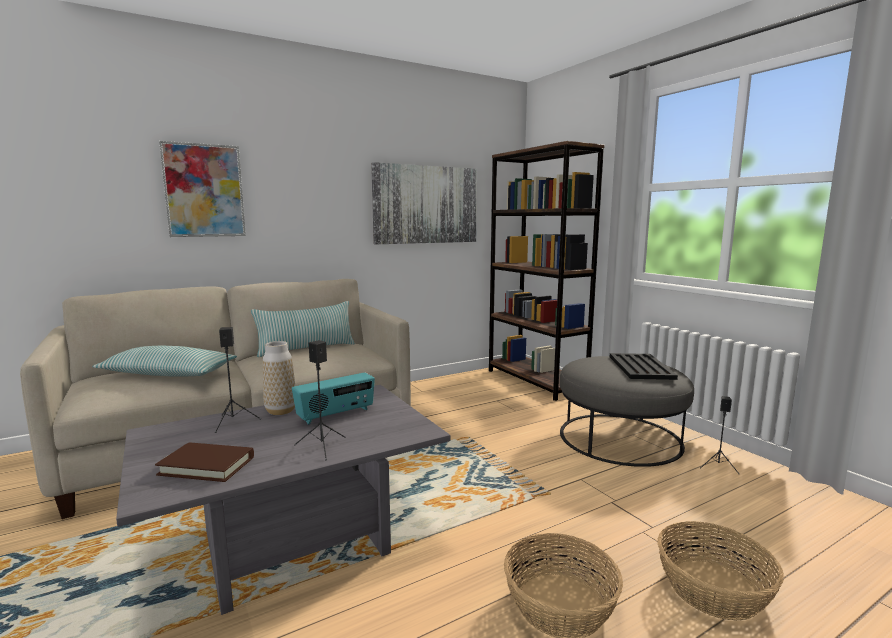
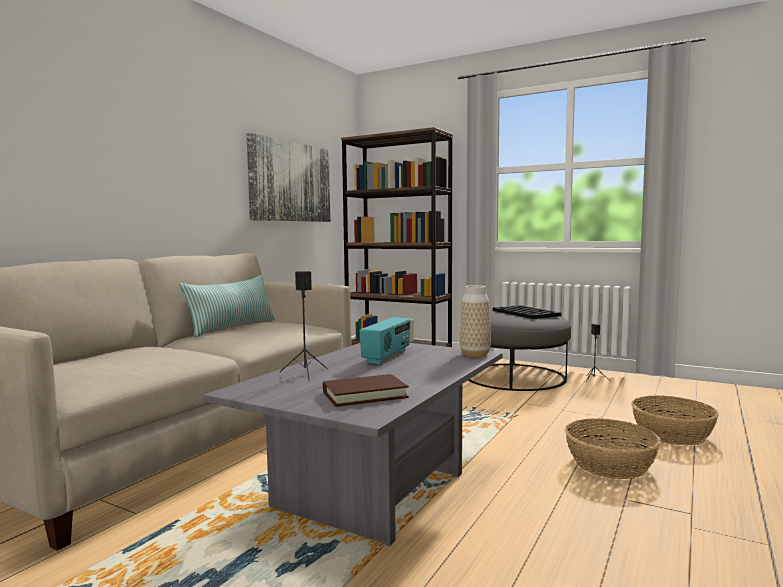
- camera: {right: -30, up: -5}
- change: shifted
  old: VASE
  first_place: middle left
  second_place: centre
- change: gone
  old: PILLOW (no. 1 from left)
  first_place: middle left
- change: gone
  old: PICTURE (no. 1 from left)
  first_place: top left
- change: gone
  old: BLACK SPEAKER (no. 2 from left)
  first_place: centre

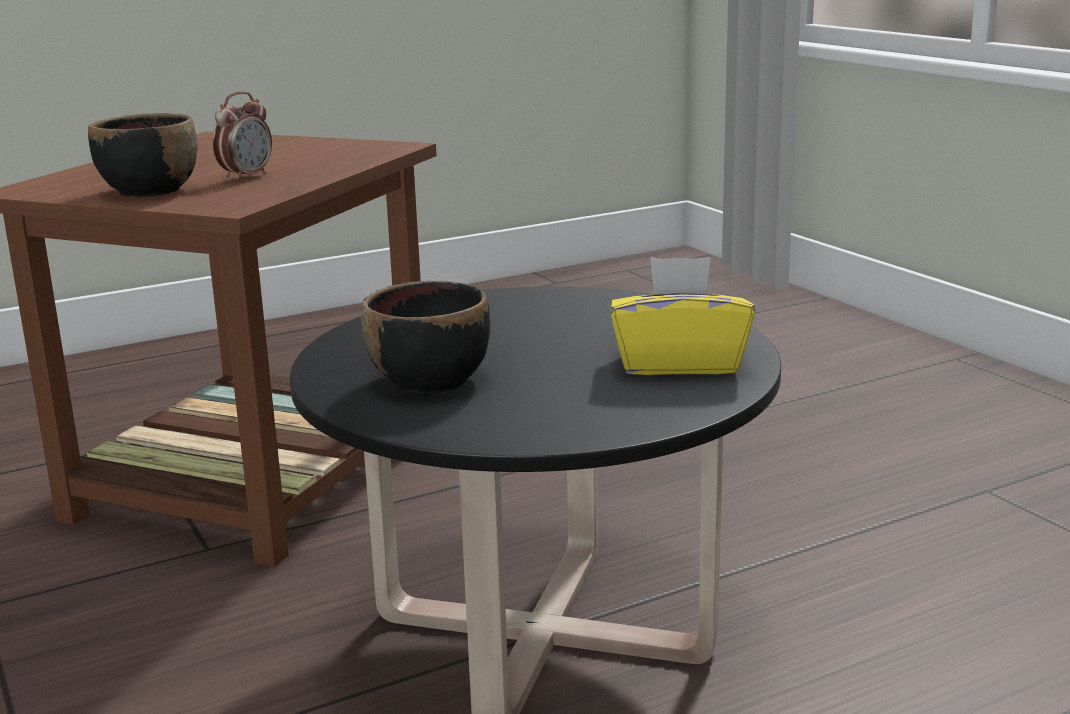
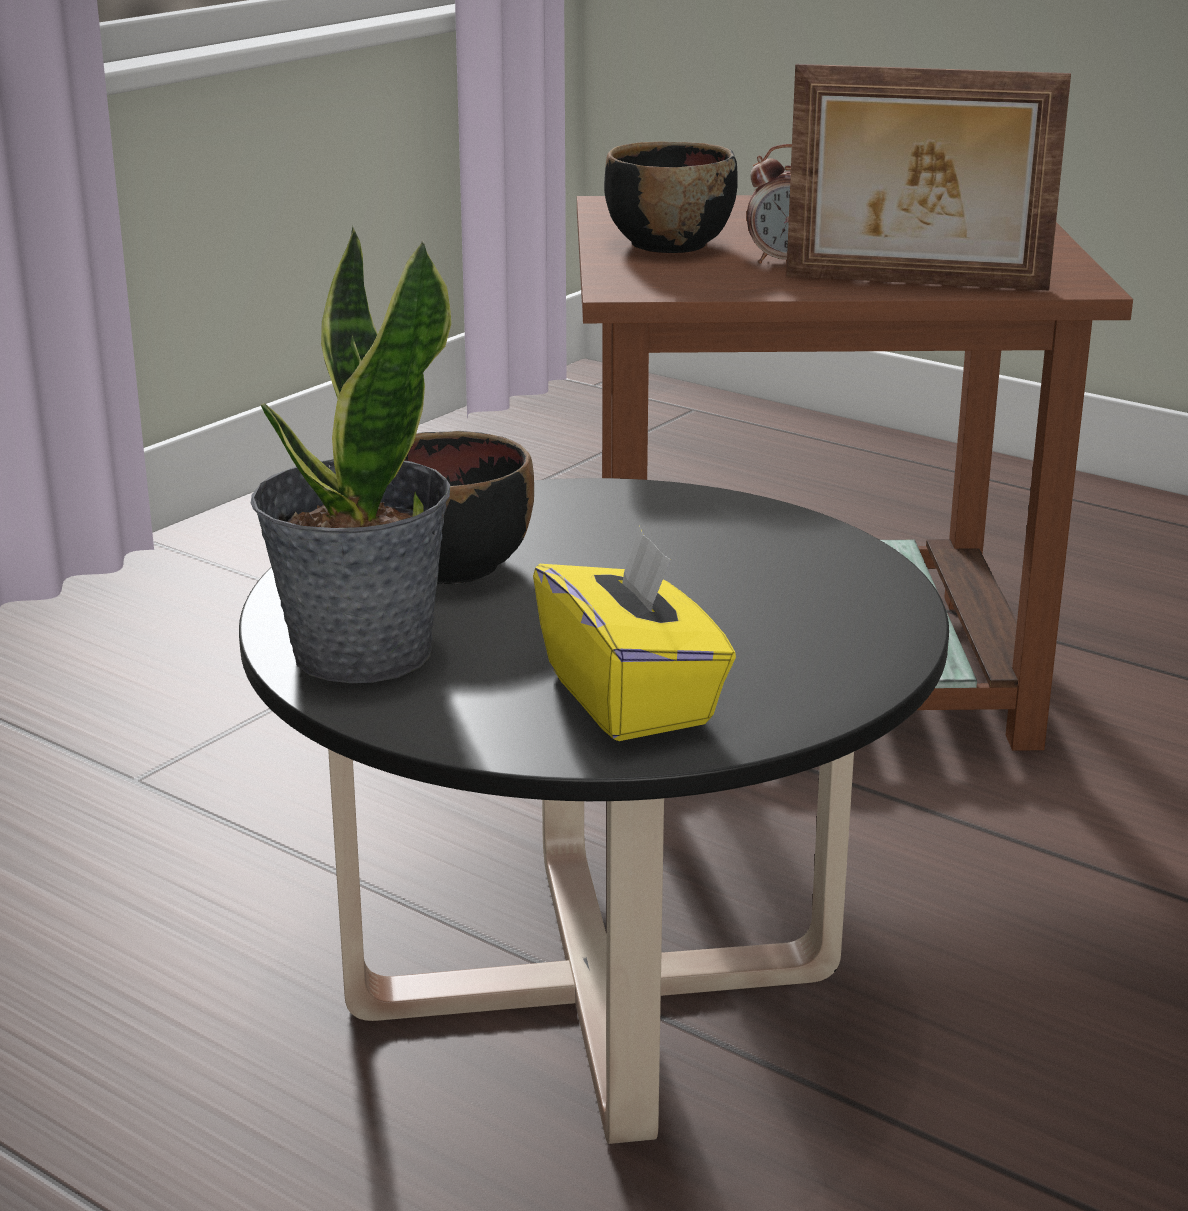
- camera: {right: 65, up: 5}
- change: new
  new: POTTED PLANT
  second_place: middle left
- change: new
  new: PICTURE FRAME
  second_place: top right

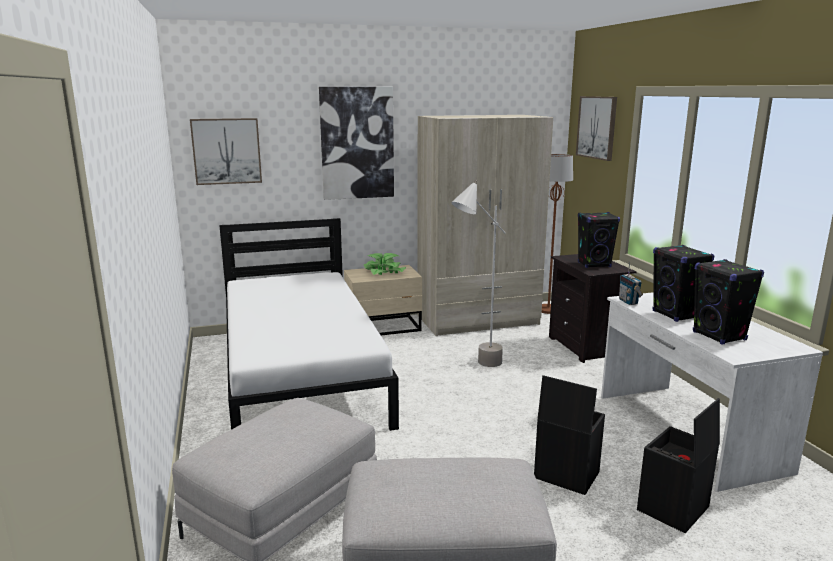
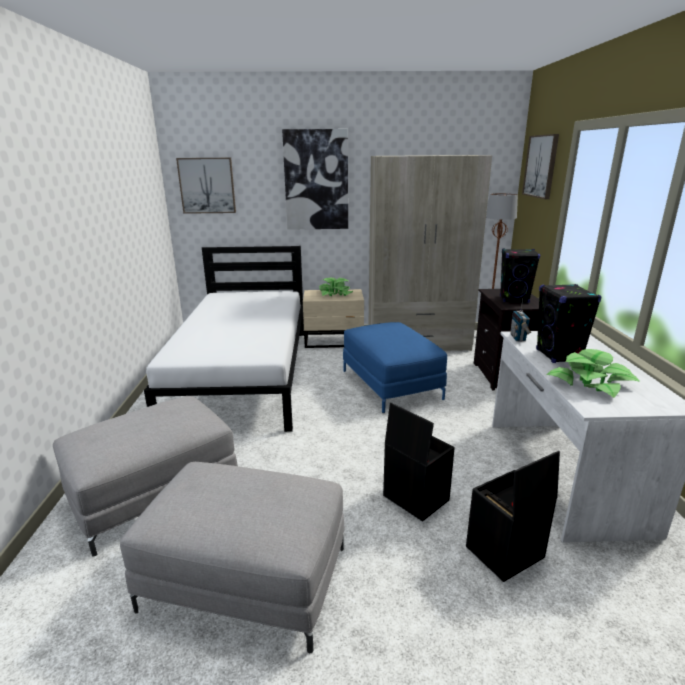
- camera: {right: 15, up: 5}
- change: swapped
  old: GREY FLOOR LAMP
  new: BLUE OTTOMAN
  first_place: centre
  second_place: centre
- change: swapped
  old: BLACK SPEAKER (no. 3 from left)
  new: POTTED PLANT (no. 2 from left)
  first_place: middle right
  second_place: middle right

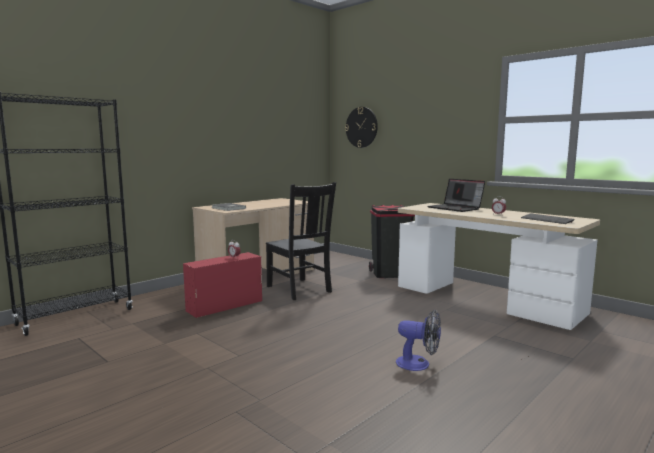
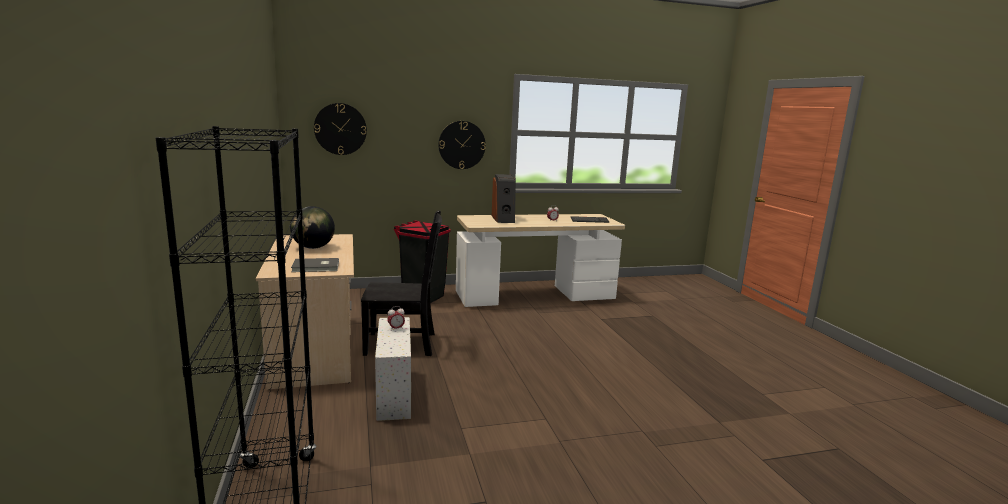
- camera: {right: -60, up: 5}
- change: new
  new: GLOBE
  second_place: middle left
- change: repainted
  old: RED STORAGE BOX
  new: WHITE STORAGE BOX
  first_place: centre
  second_place: bottom centre
- change: new
  new: WALL CLOCK (no. 2 from left)
  second_place: top centre
- change: swapped
  old: LAPTOP
  new: SPEAKER
  first_place: middle right
  second_place: centre
- change: gone
  old: FAN
  first_place: bottom centre

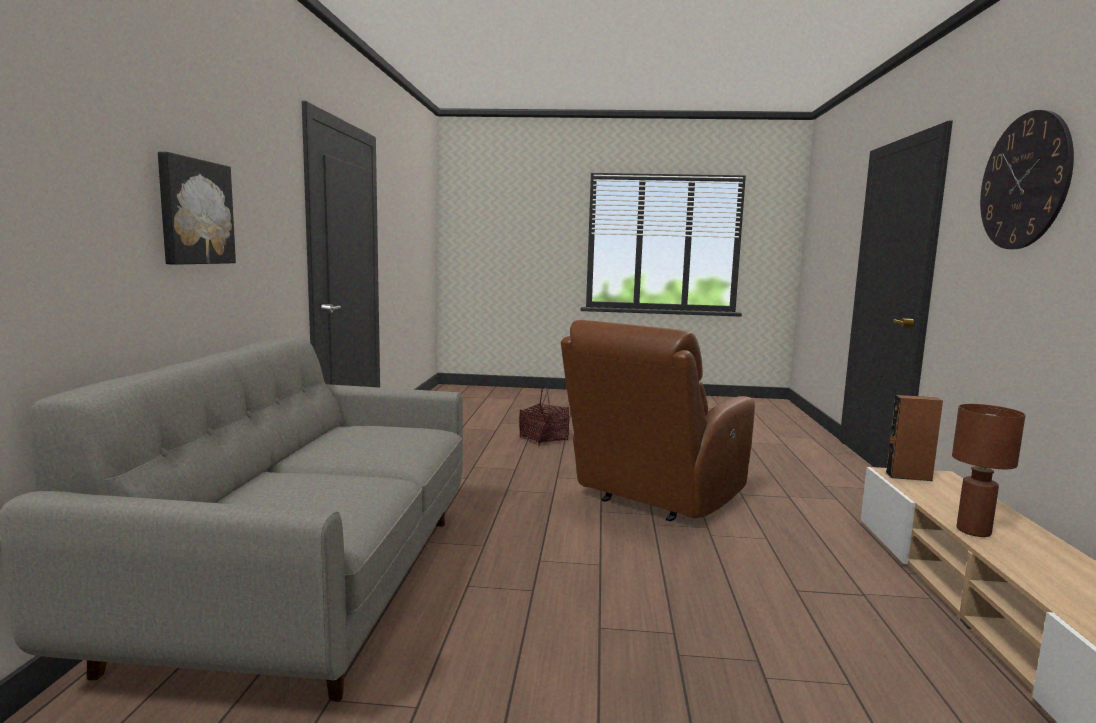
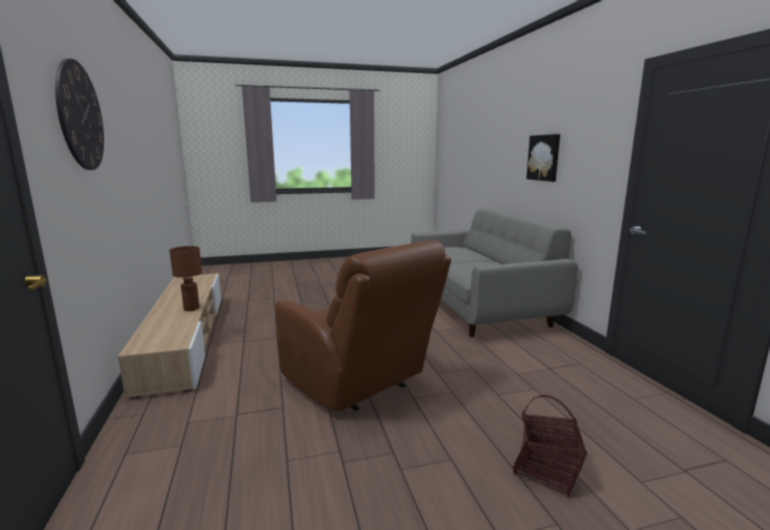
- camera: {right: 160, up: 5}
- change: rotated
  old: BROWN ARMCHAIR
  first_place: centre
  second_place: centre
  degrees: 120
- change: gone
  old: BROWN SPEAKER
  first_place: middle right

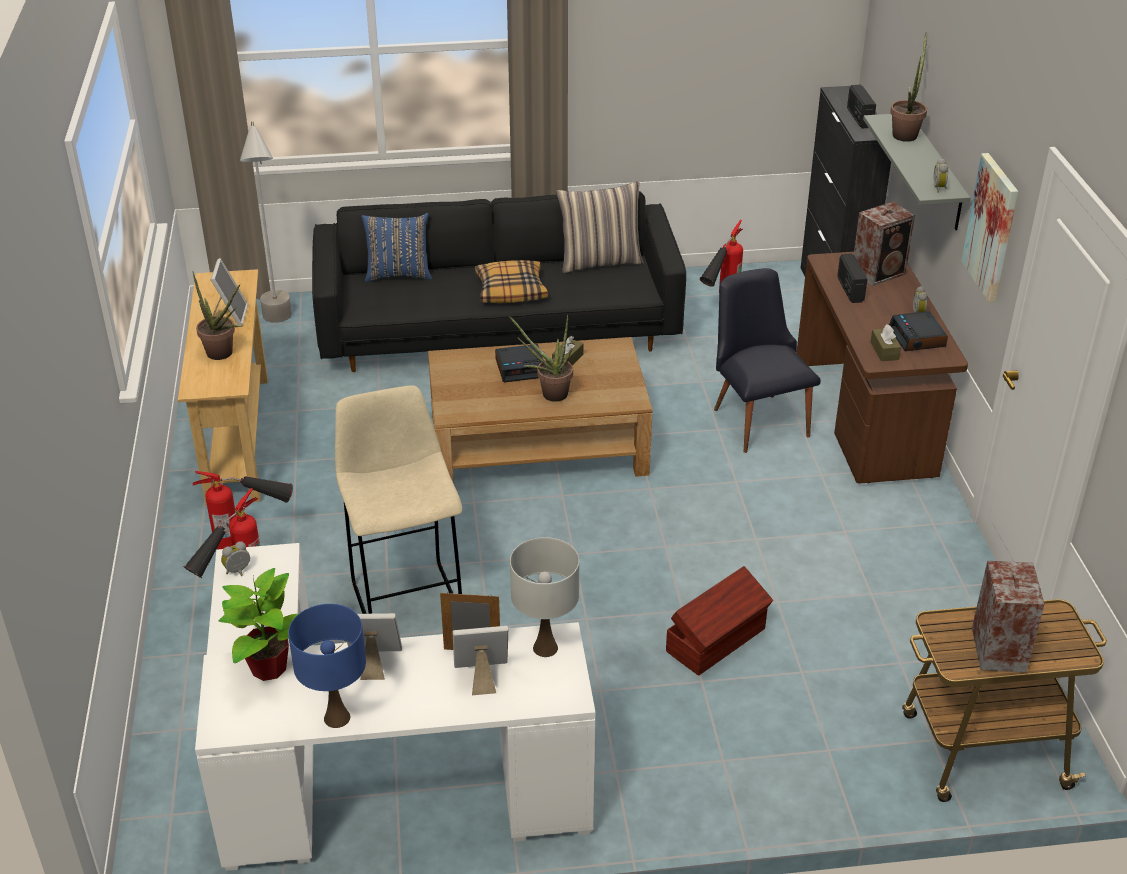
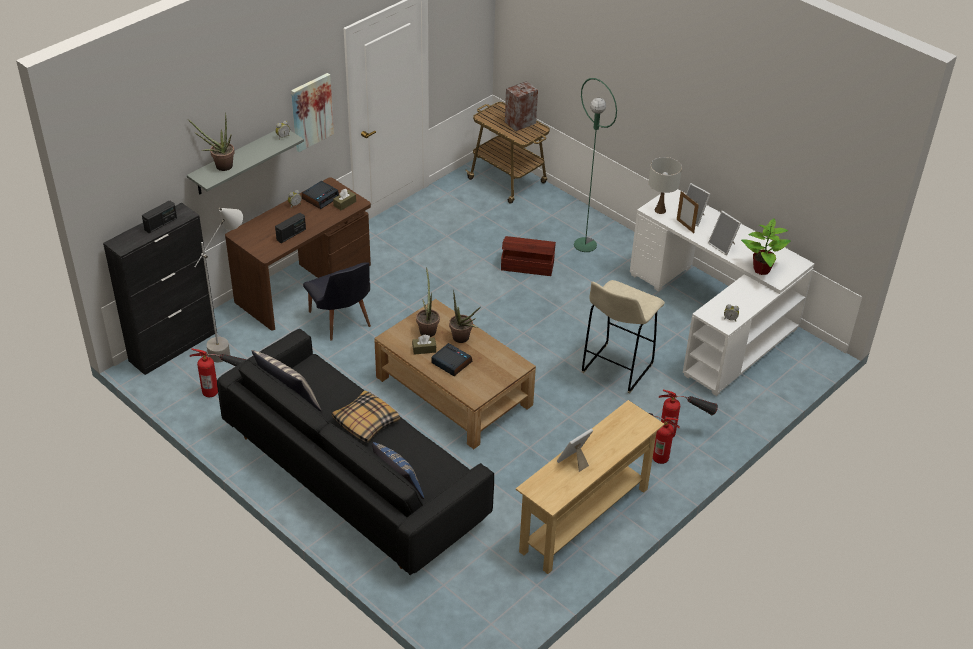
- camera: {right: -130, up: 5}
- change: shifted
  old: GREY FLOOR LAMP
  first_place: top left
  second_place: middle left
- change: rotated
  old: BLACK CHAIR
  first_place: middle right
  second_place: centre
  degrees: -60
- change: shifted
  old: POTTED PLANT (no. 1 from left in the first image)
  new: POTTED PLANT (no. 2 from left)
  first_place: middle left
  second_place: centre
- change: new
  new: GREEN FLOOR LAMP
  second_place: top centre
- change: gone
  old: BLUE TABLE LAMP
  first_place: bottom left
- change: gone
  old: SPEAKER (no. 1 from left)
  first_place: top right

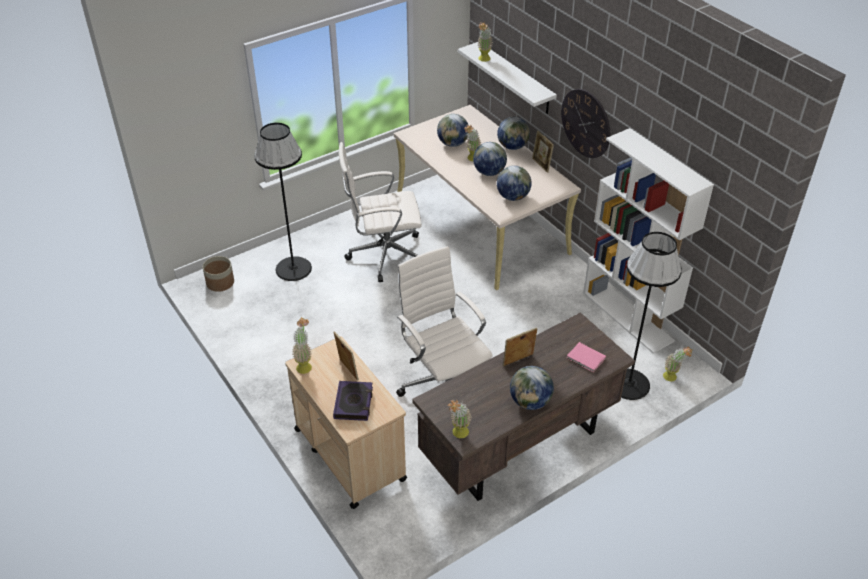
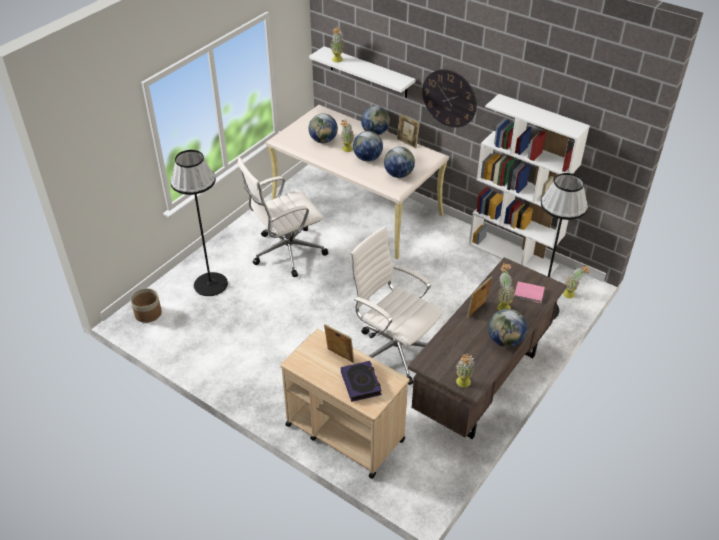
- camera: {right: -20, up: 0}
- change: shifted
  old: POTTED PLANT (no. 1 from left in the first image)
  new: POTTED PLANT (no. 4 from left)
  first_place: centre
  second_place: middle right

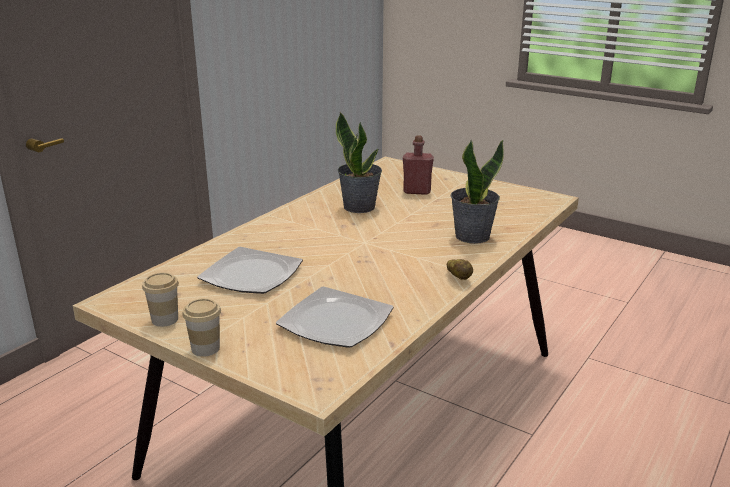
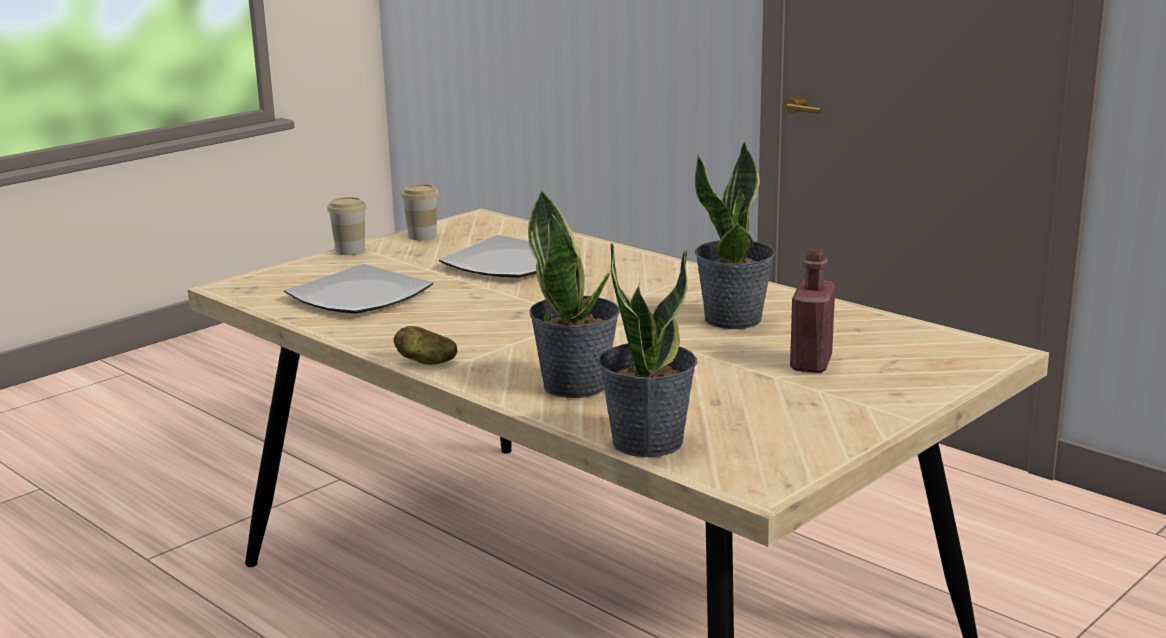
- camera: {right: 100, up: -5}
- change: new
  new: POTTED PLANT (no. 2 from left)
  second_place: centre

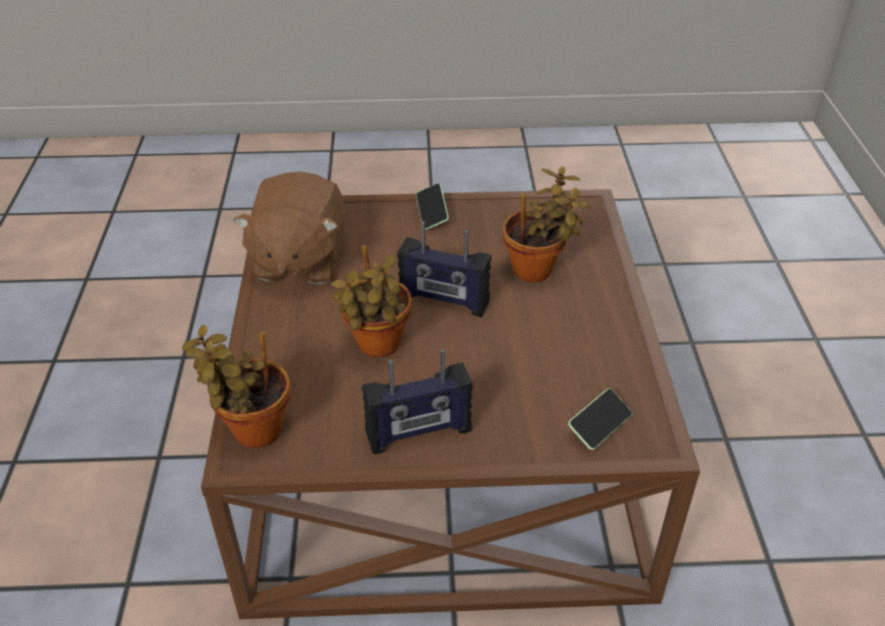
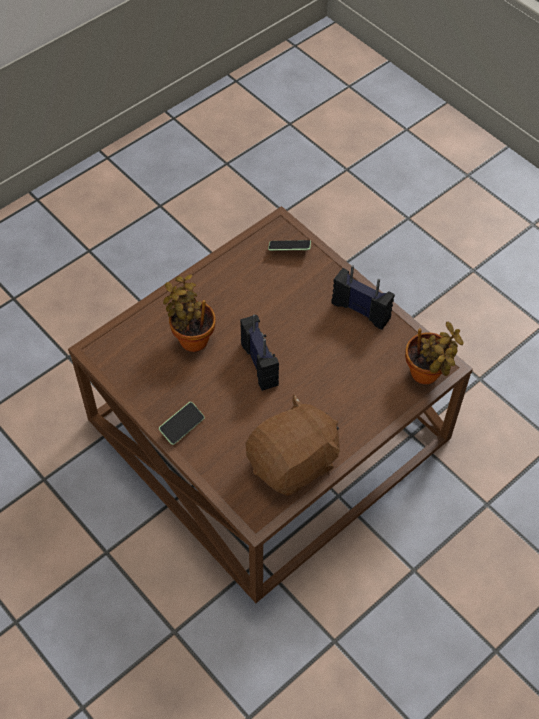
- camera: {right: -130, up: 15}
- change: gone
  old: POTTED PLANT (no. 2 from left)
  first_place: centre

